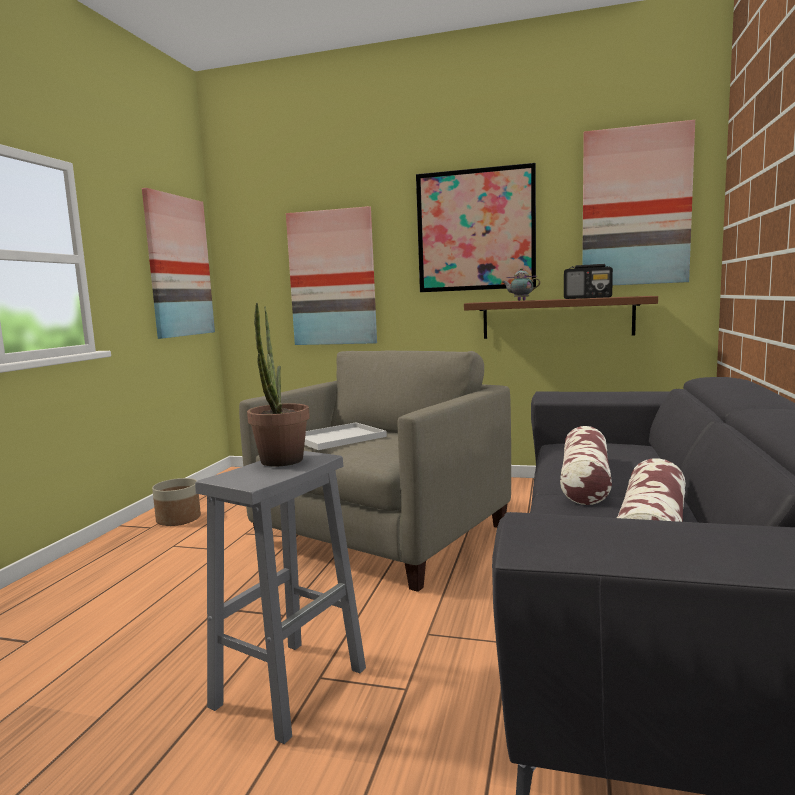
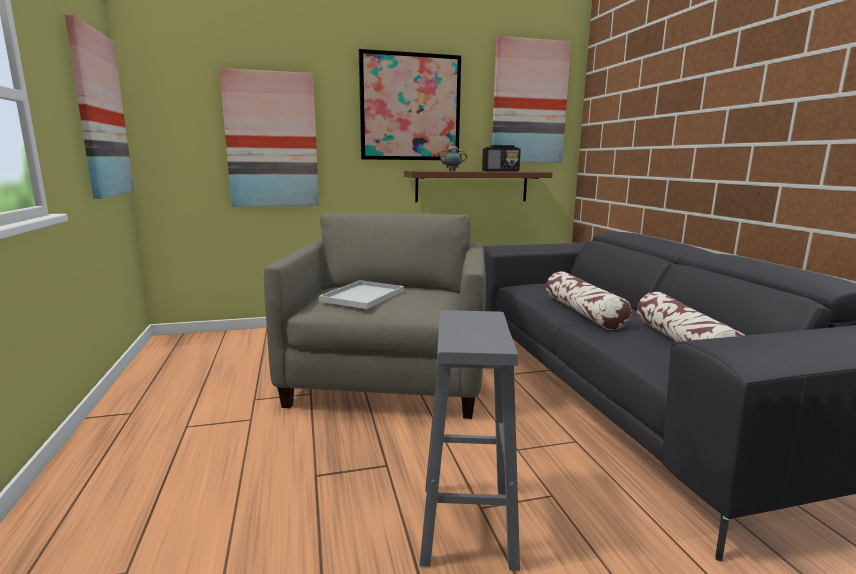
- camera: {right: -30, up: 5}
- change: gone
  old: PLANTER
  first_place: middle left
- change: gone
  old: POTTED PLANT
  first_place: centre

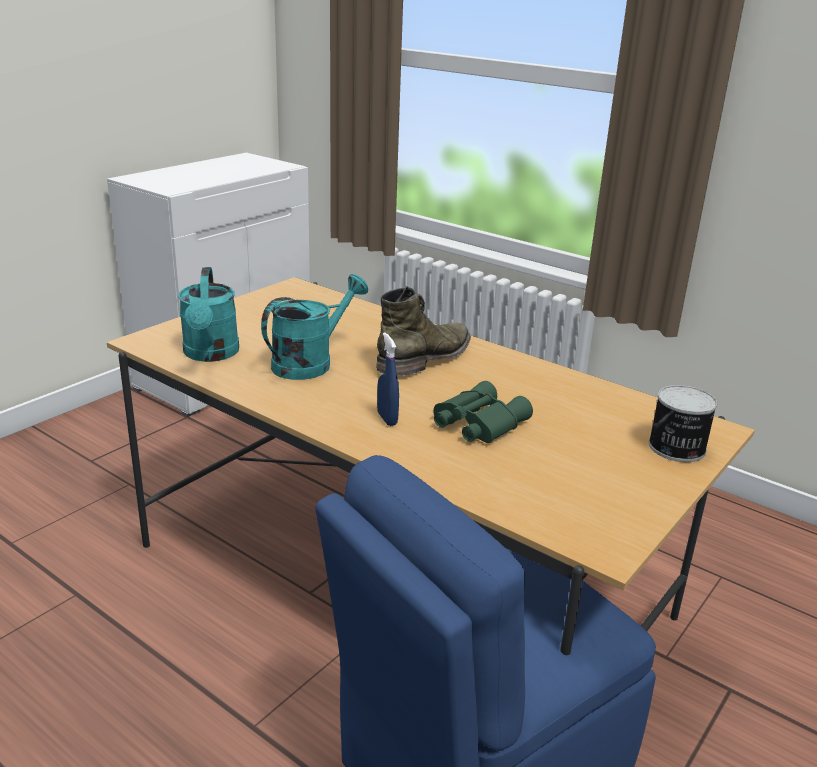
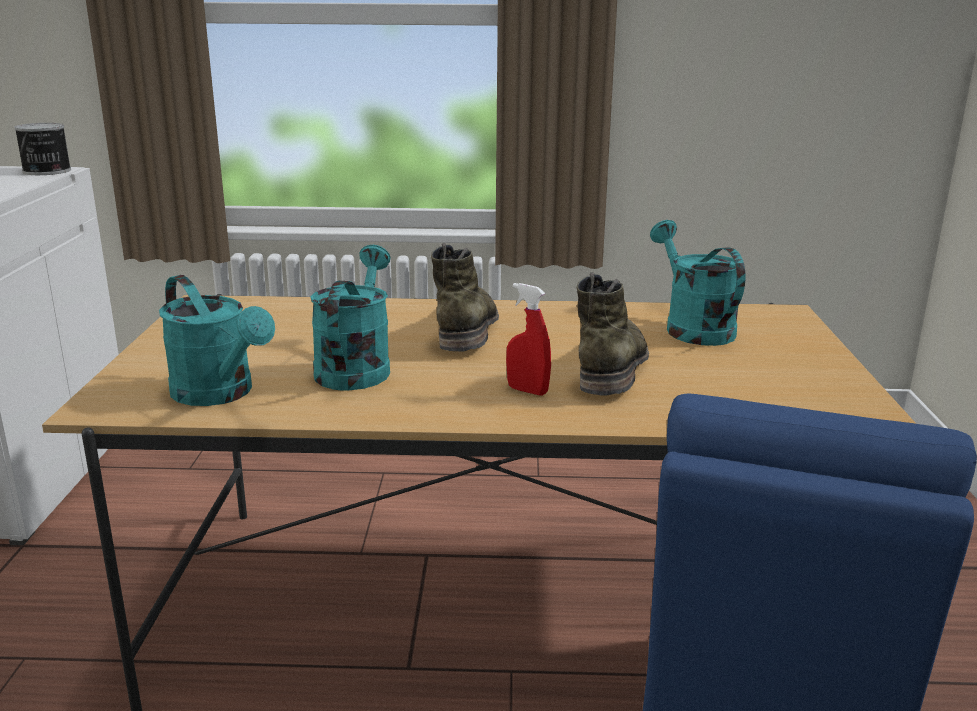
- camera: {right: -35, up: -5}
- change: shifted
  old: CAN
  first_place: middle right
  second_place: top left
- change: repainted
  old: BLUE SPRAY BOTTLE
  new: RED SPRAY BOTTLE
  first_place: centre
  second_place: centre
- change: swapped
  old: GREEN BINOCULARS
  new: GREEN BOOT (no. 2 from left)
  first_place: centre
  second_place: centre
- change: new
  new: TURQUOISE WATERING CAN (no. 3 from left)
  second_place: middle right

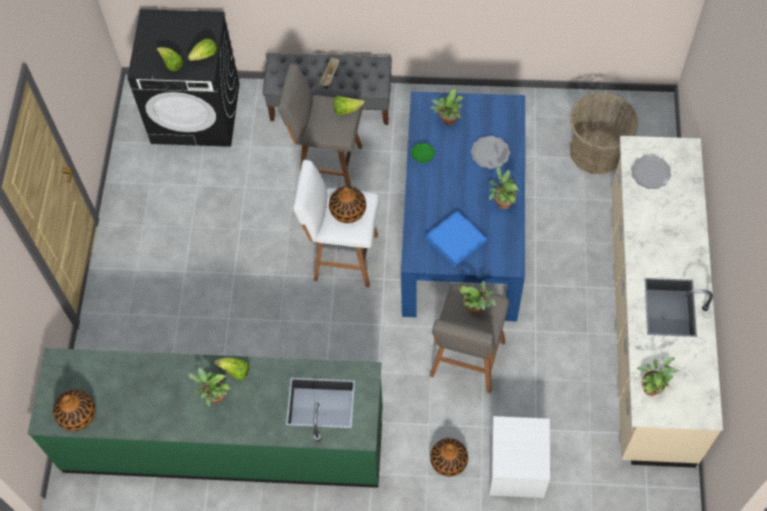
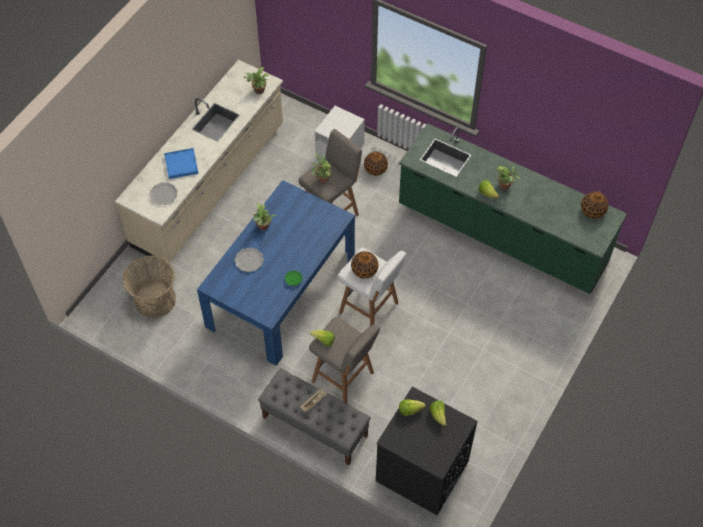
- camera: {right: -155, up: -5}
- change: shifted
  old: BLUE TRAY
  first_place: centre
  second_place: top left
- change: gone
  old: POTTED PLANT (no. 2 from left)
  first_place: top centre

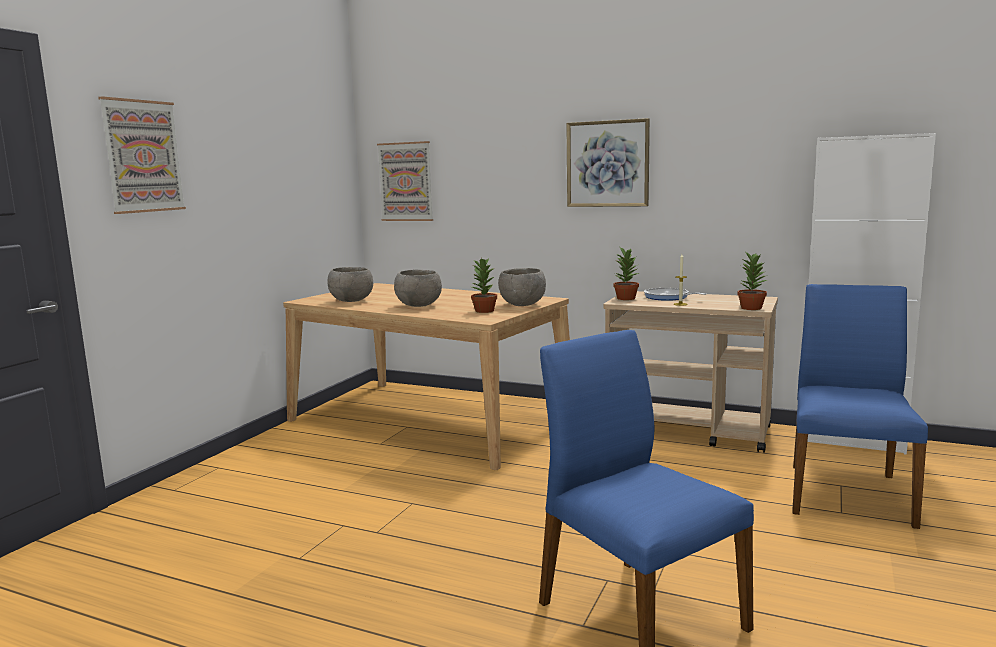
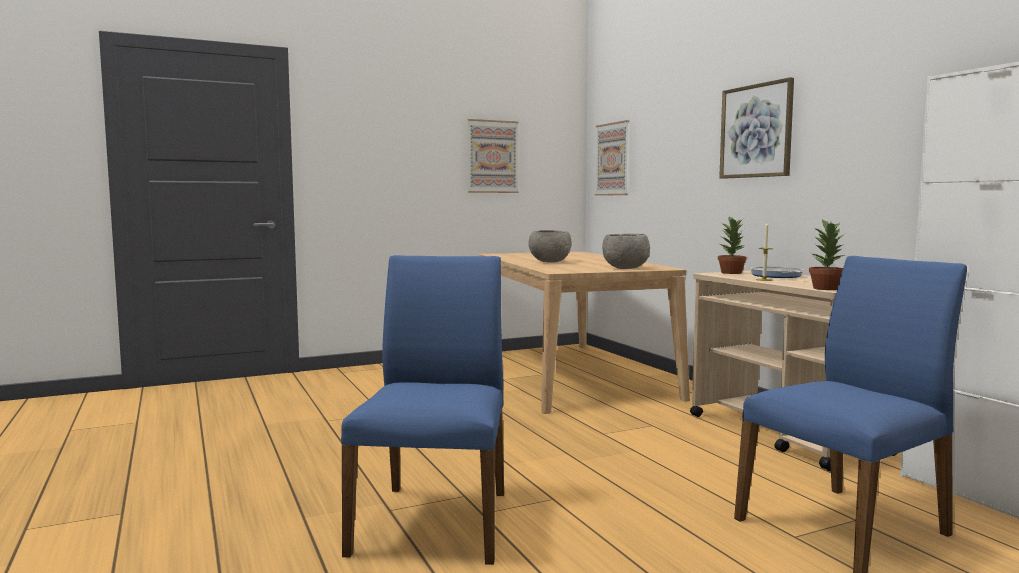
- camera: {right: 40, up: -5}
- change: shifted
  old: PICTURE (no. 1 from left)
  first_place: top left
  second_place: top centre
- change: gone
  old: GREY BOWL (no. 1 from left)
  first_place: centre
- change: gone
  old: POTTED PLANT (no. 1 from left)
  first_place: centre

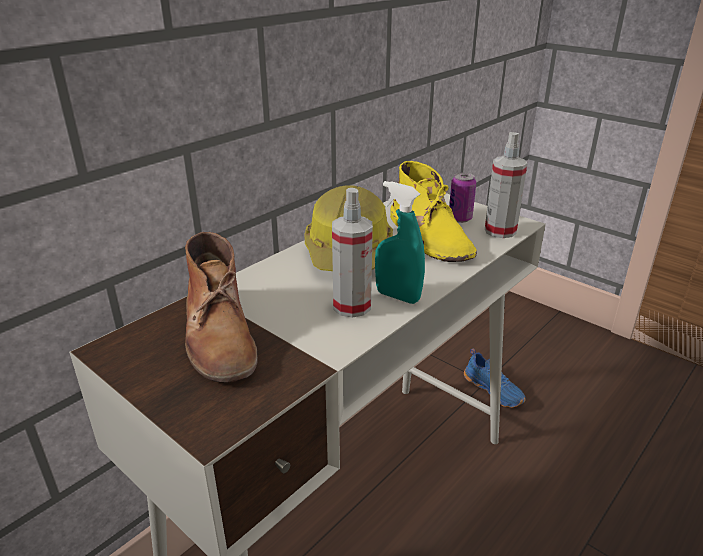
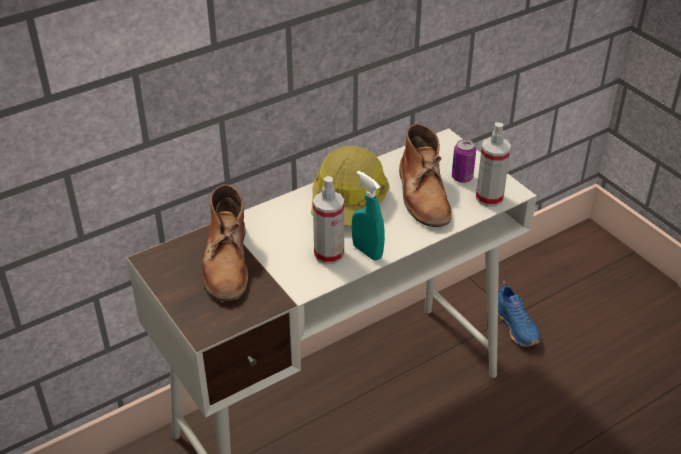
- camera: {right: 15, up: 10}
- change: repainted
  old: YELLOW BOOT
  new: BROWN BOOT (no. 2 from left)
  first_place: centre
  second_place: centre

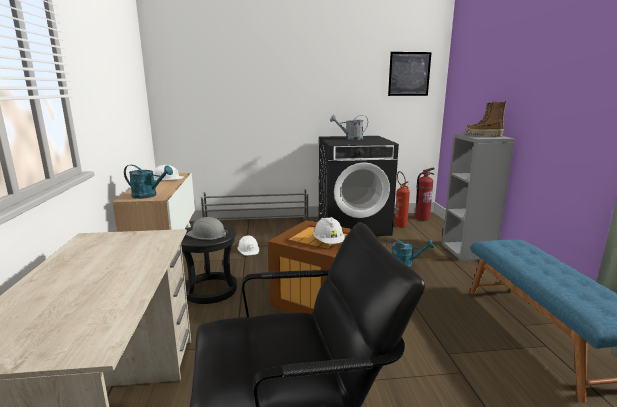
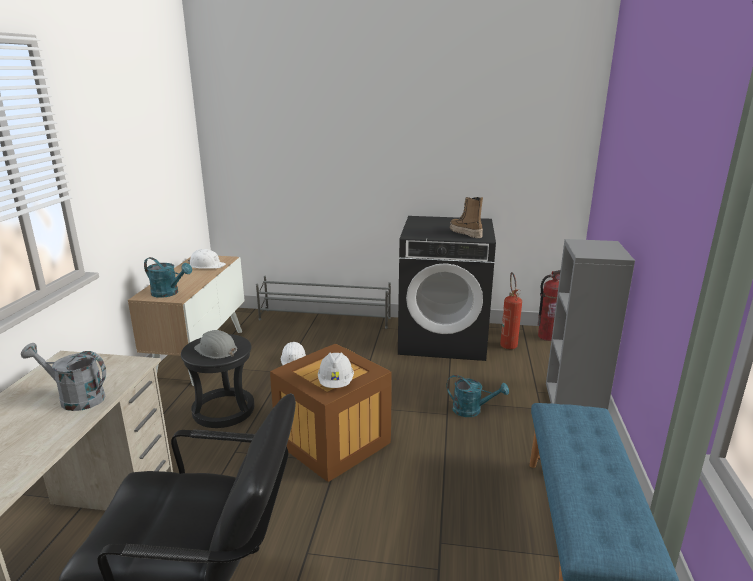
- camera: {right: 15, up: 5}
- change: shifted
  old: GREY WATERING CAN
  first_place: top centre
  second_place: middle left
- change: shifted
  old: BOOT
  first_place: top right
  second_place: centre
- change: gone
  old: PICTURE
  first_place: top centre

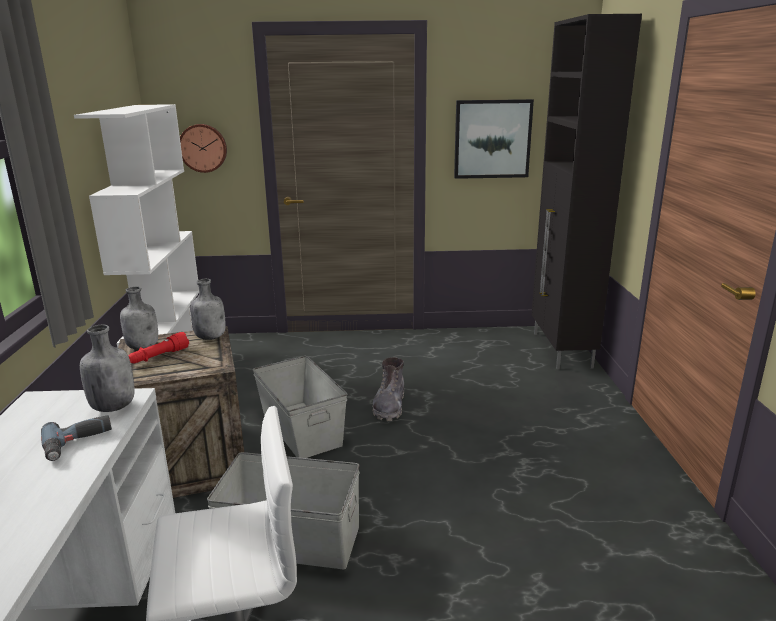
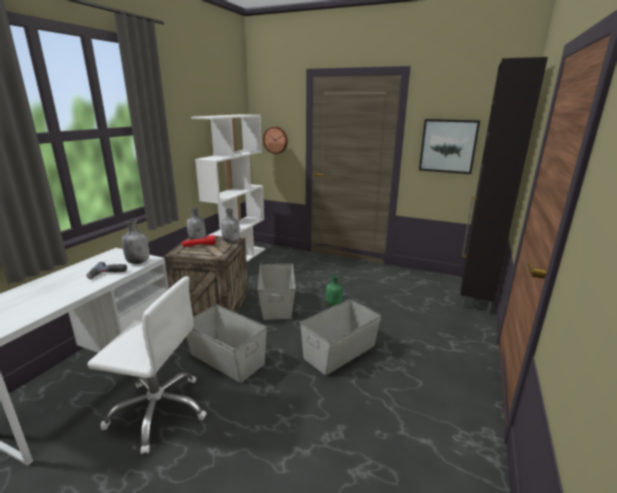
- camera: {right: 25, up: 0}
- change: new
  new: GREY STORAGE BOX (no. 3 from left)
  second_place: bottom centre
- change: swapped
  old: GREY BOOT
  new: GREEN BOTTLE
  first_place: centre
  second_place: centre

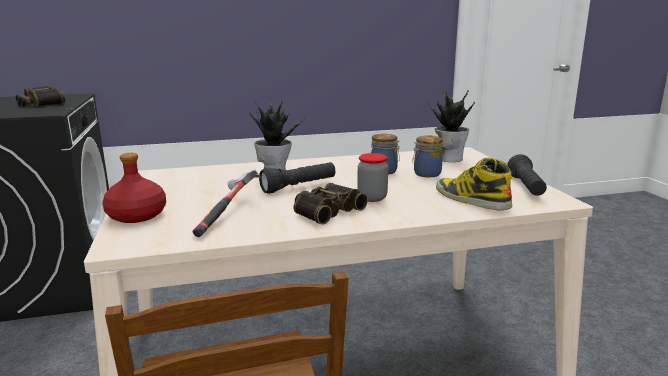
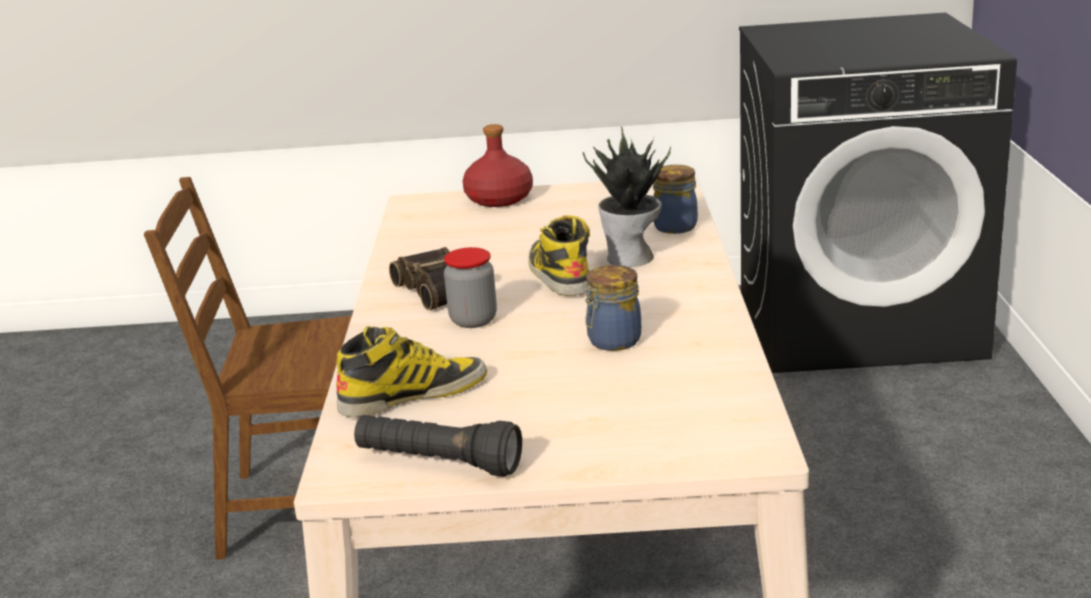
- camera: {right: 105, up: 5}
- change: swapped
  old: BLACK FLASHLIGHT (no. 1 from left)
  new: BOOT (no. 2 from left)
  first_place: centre
  second_place: centre
- change: shifted
  old: JAR (no. 3 from left)
  first_place: centre
  second_place: top centre
- change: gone
  old: BINOCULARS (no. 1 from left)
  first_place: top left
- change: gone
  old: HAMMER
  first_place: centre
- change: gone
  old: POTTED PLANT (no. 2 from left)
  first_place: top right

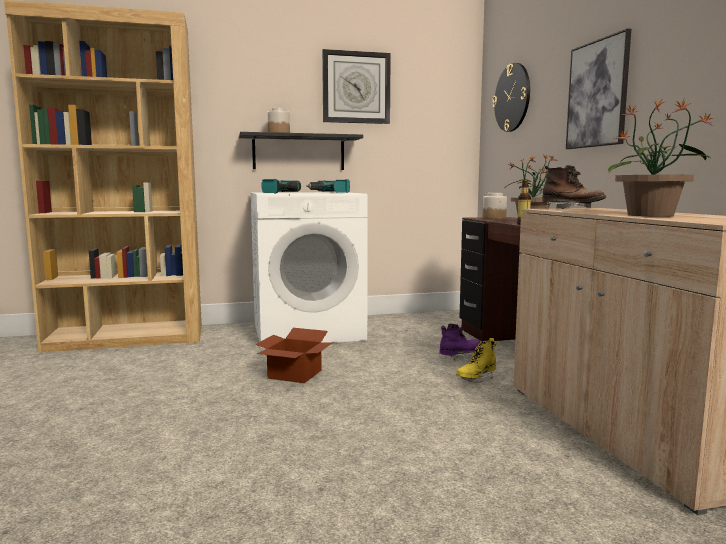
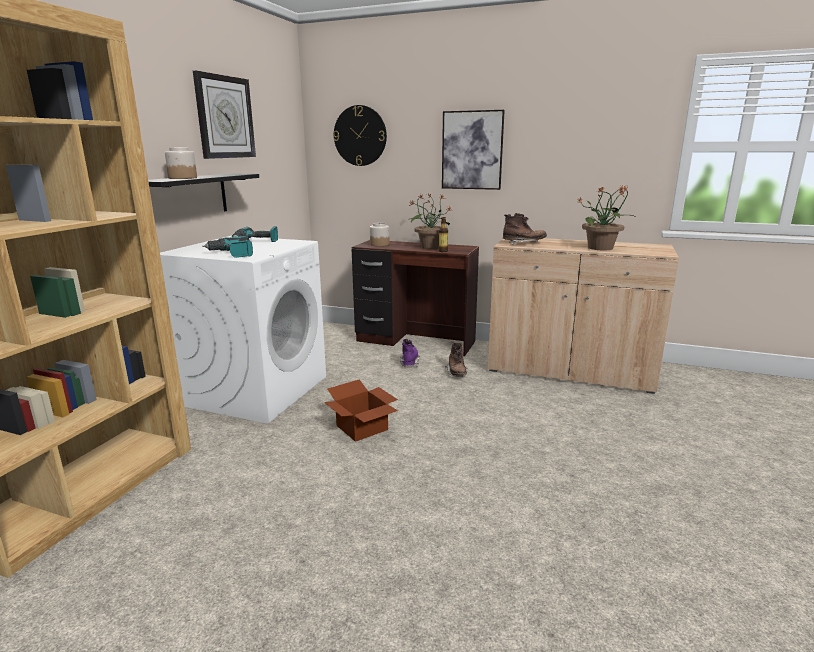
- camera: {right: -55, up: 10}
- change: repainted
  old: YELLOW BOOT
  new: BROWN BOOT (no. 1 from left)
  first_place: centre
  second_place: centre

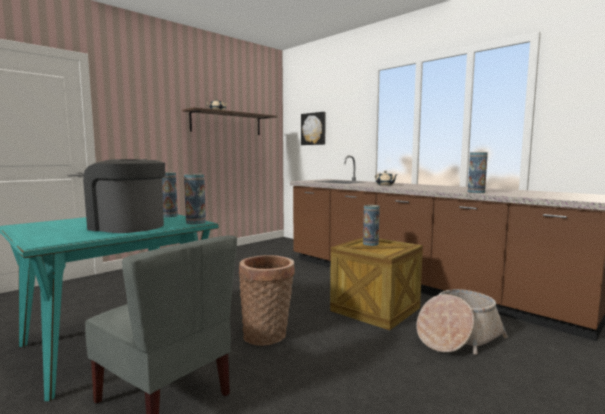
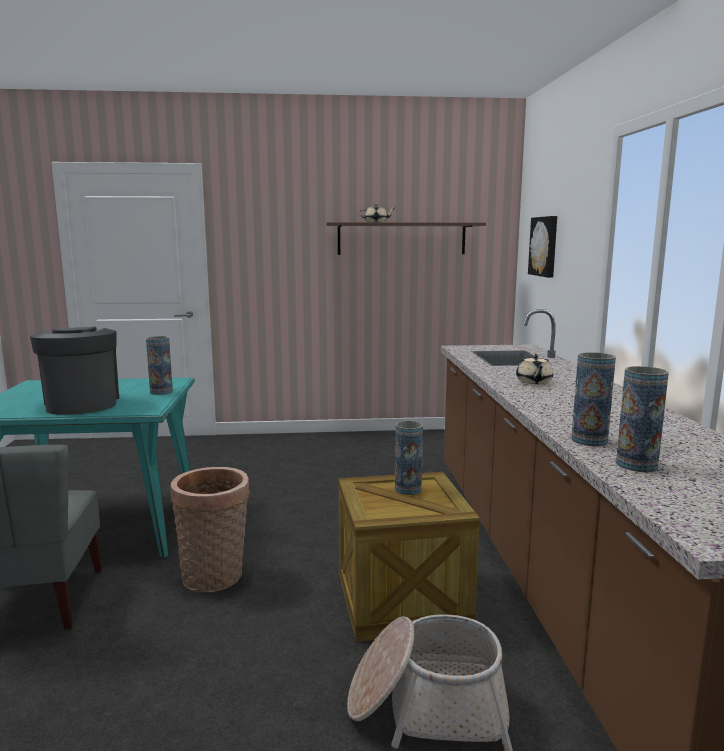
- camera: {right: 40, up: 5}
- change: shifted
  old: VASE (no. 2 from left in the first image)
  new: VASE (no. 4 from left)
  first_place: middle left
  second_place: middle right

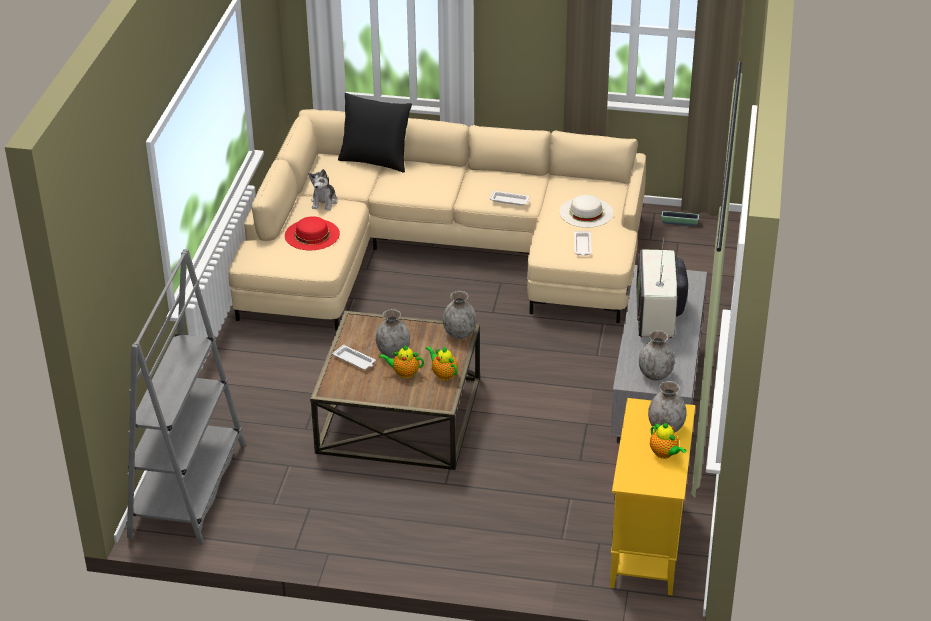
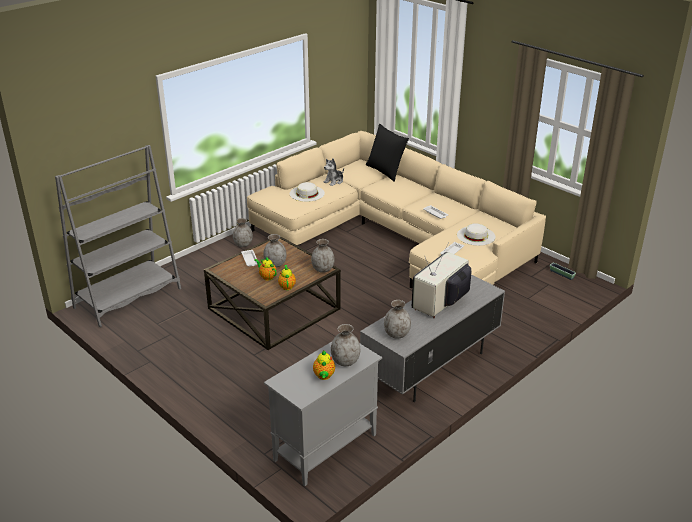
- camera: {right: 35, up: -5}
- change: new
  new: GREY VASE (no. 1 from left)
  second_place: centre
- change: repainted
  old: YELLOW CABINET
  new: GREY CABINET
  first_place: bottom right
  second_place: bottom centre
- change: repainted
  old: RED HAT
  new: WHITE HAT (no. 1 from left)
  first_place: centre
  second_place: centre

